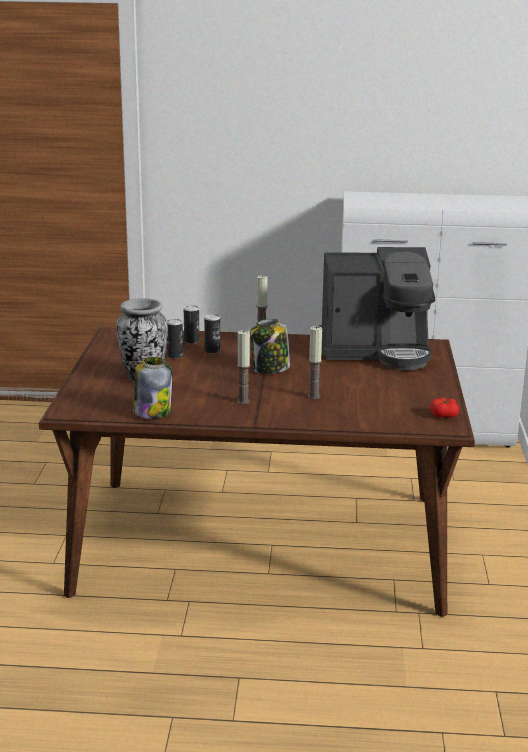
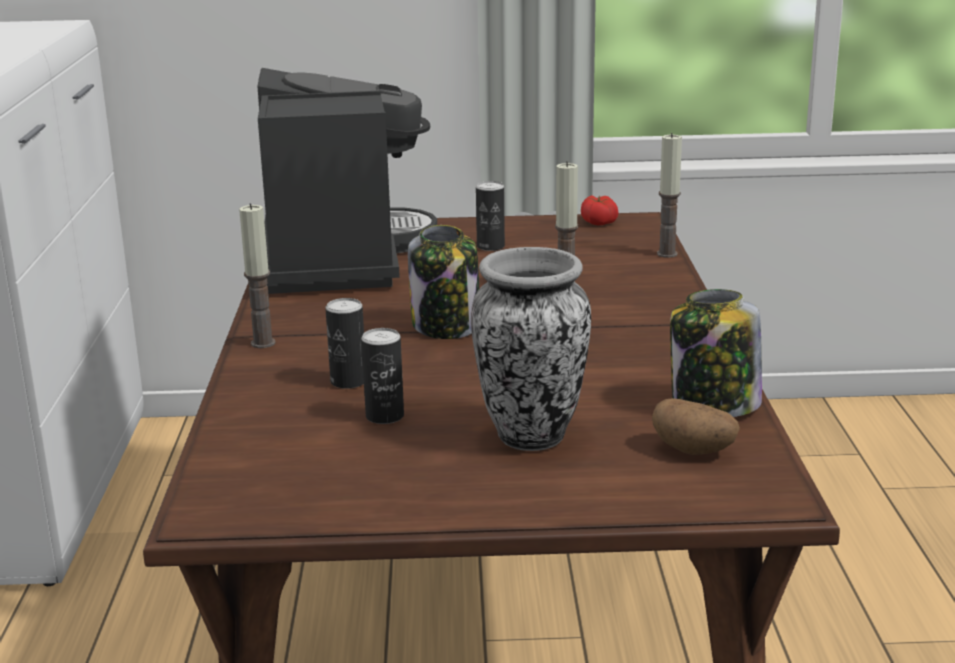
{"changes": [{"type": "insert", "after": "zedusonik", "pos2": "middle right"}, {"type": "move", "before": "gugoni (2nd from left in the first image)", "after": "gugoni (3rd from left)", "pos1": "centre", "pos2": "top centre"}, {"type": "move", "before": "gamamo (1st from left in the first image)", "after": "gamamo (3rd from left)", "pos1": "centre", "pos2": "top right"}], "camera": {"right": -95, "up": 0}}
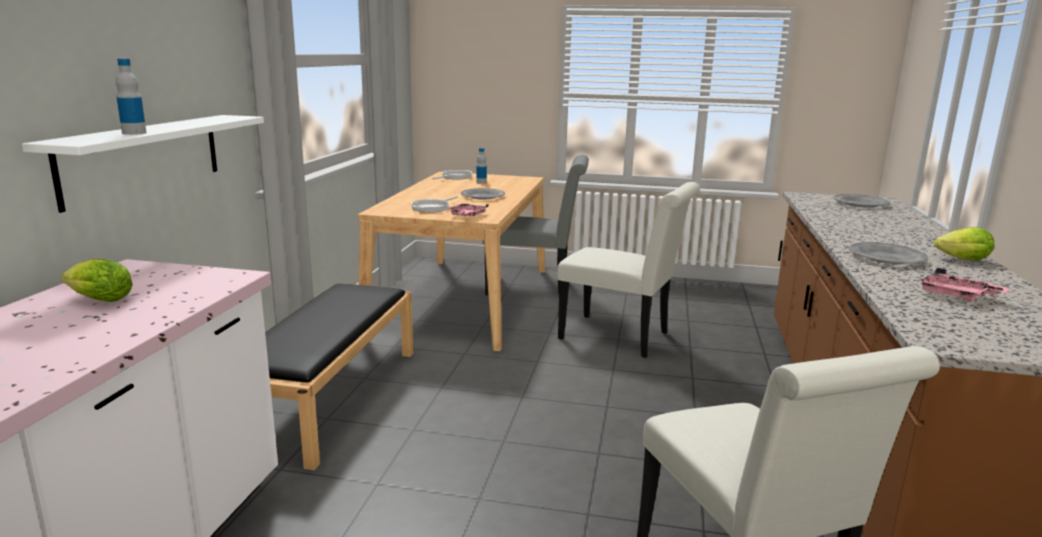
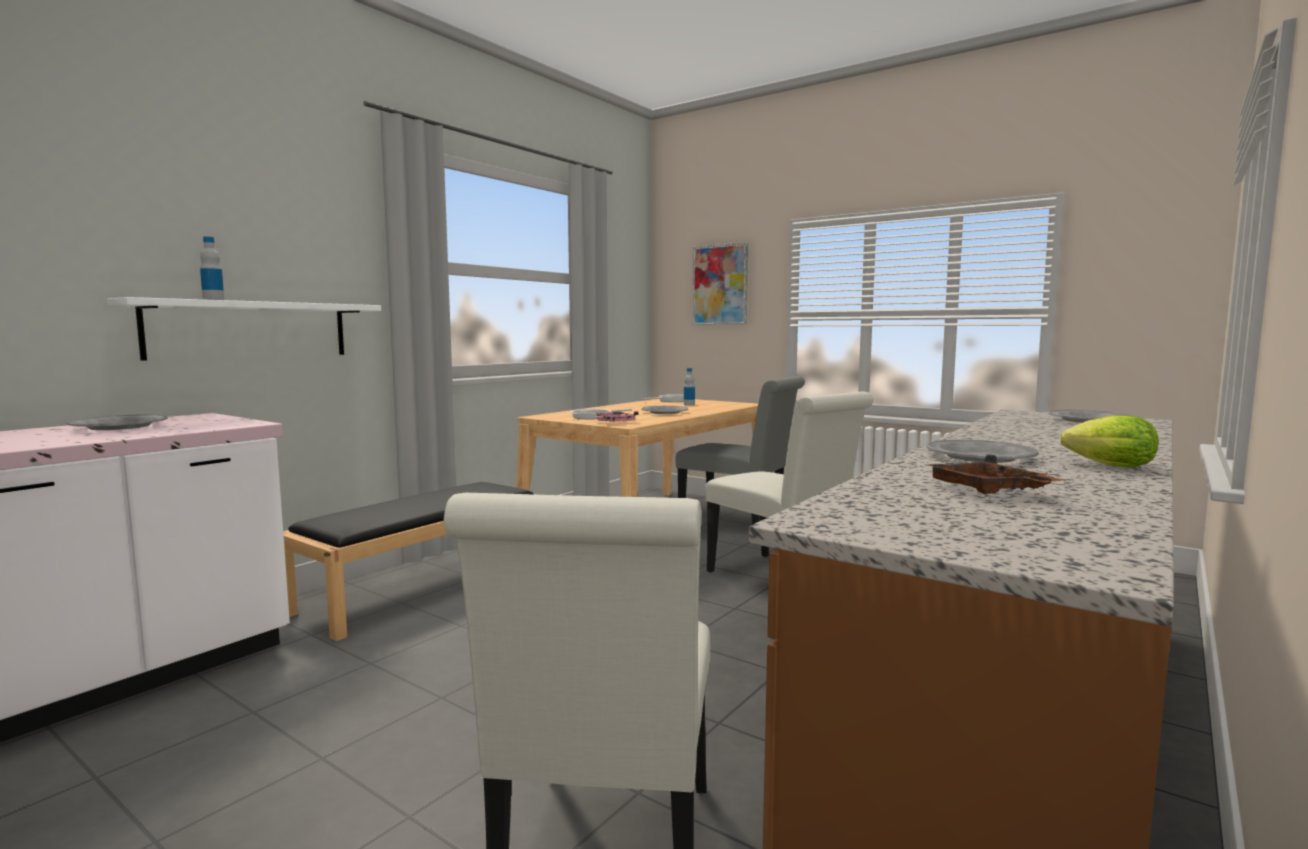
{"changes": [{"type": "insert", "after": "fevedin", "pos2": "centre"}, {"type": "replace", "before": "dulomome (1st from left)", "after": "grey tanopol (1st from left)", "pos1": "middle left", "pos2": "middle left"}, {"type": "recolor", "before": "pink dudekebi (2nd from left)", "after": "brown dudekebi", "pos1": "middle right", "pos2": "middle right"}], "camera": {"right": 25, "up": -10}}
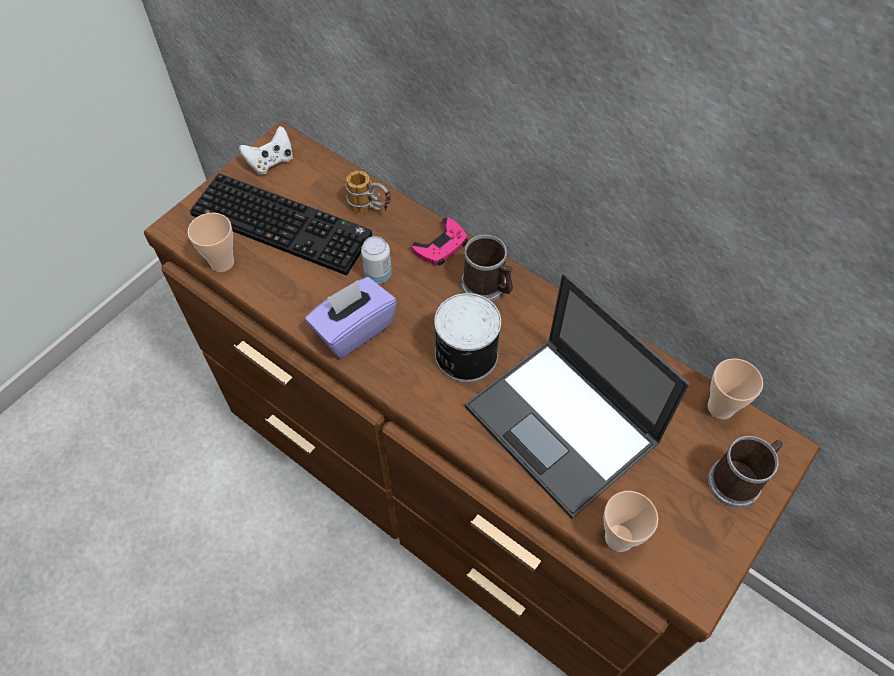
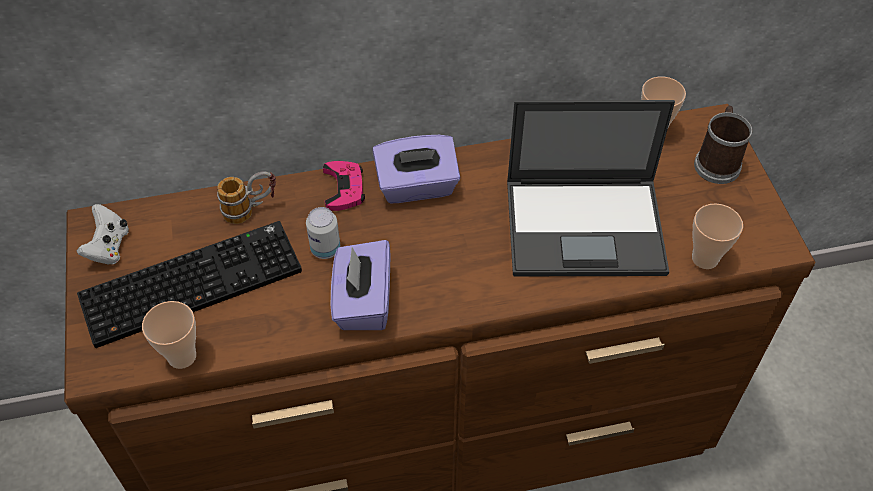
{"changes": [{"type": "delete", "before": "gugoni (2nd from left)", "pos1": "centre"}, {"type": "replace", "before": "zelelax (2nd from left)", "after": "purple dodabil (2nd from left)", "pos1": "centre", "pos2": "centre"}], "camera": {"right": -50, "up": -5}}
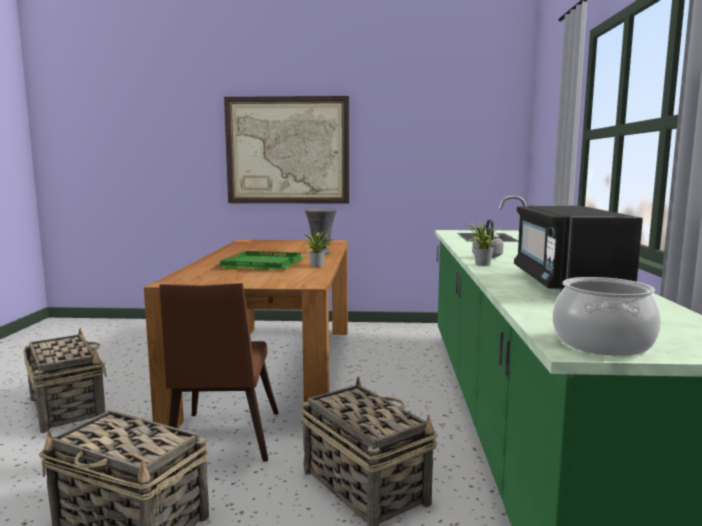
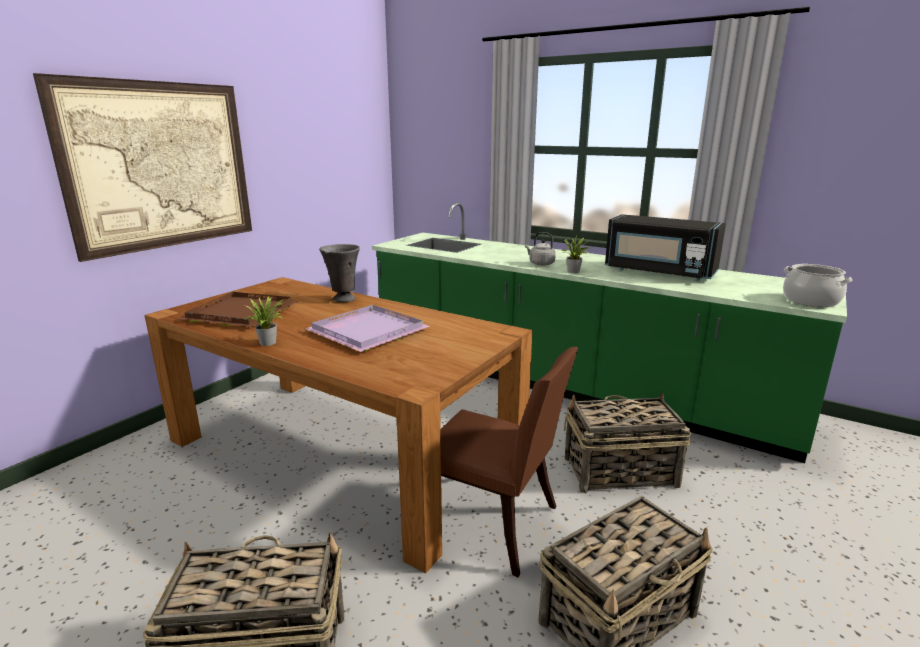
{"changes": [{"type": "insert", "after": "brown dudekebi", "pos2": "middle left"}, {"type": "move", "before": "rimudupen (1st from left)", "pos1": "centre", "pos2": "middle left"}, {"type": "recolor", "before": "green dudekebi", "after": "purple dudekebi", "pos1": "centre", "pos2": "centre"}], "camera": {"right": -60, "up": 10}}
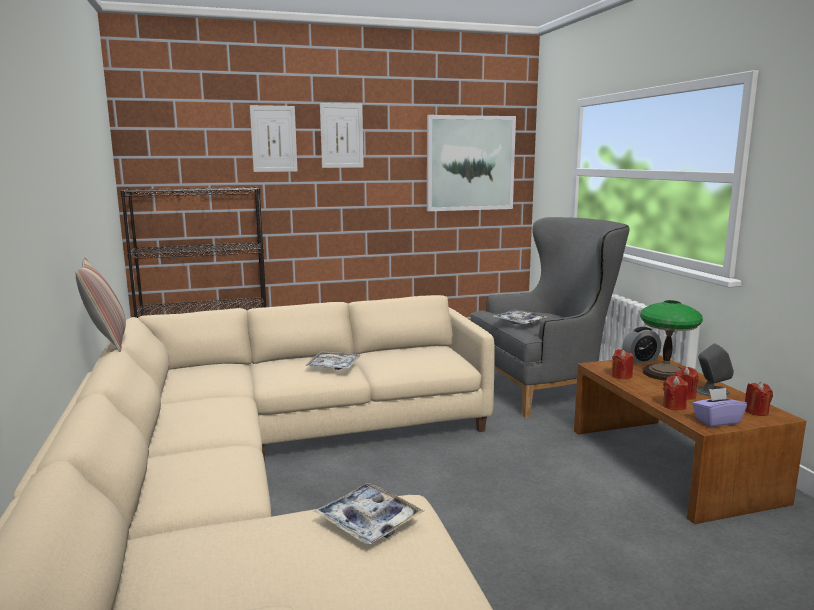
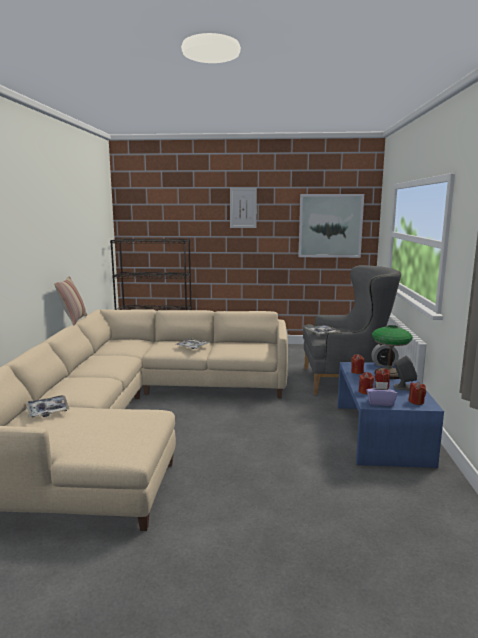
{"changes": [{"type": "delete", "before": "fevedin (1st from left)", "pos1": "top centre"}, {"type": "move", "before": "dudekebi (2nd from left in the first image)", "after": "dudekebi (1st from left)", "pos1": "bottom centre", "pos2": "middle left"}, {"type": "recolor", "before": "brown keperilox", "after": "blue keperilox", "pos1": "bottom right", "pos2": "middle right"}], "camera": {"right": 20, "up": 0}}
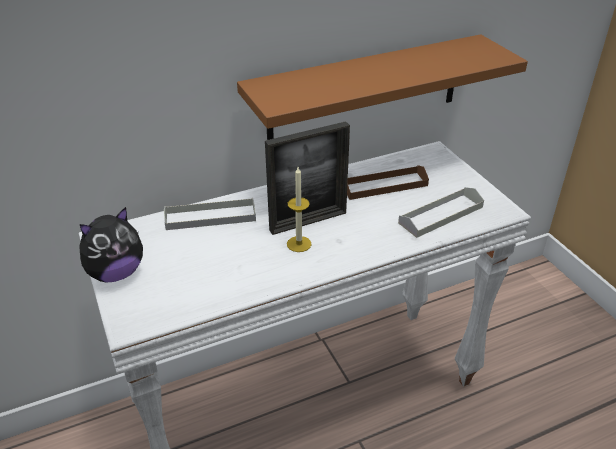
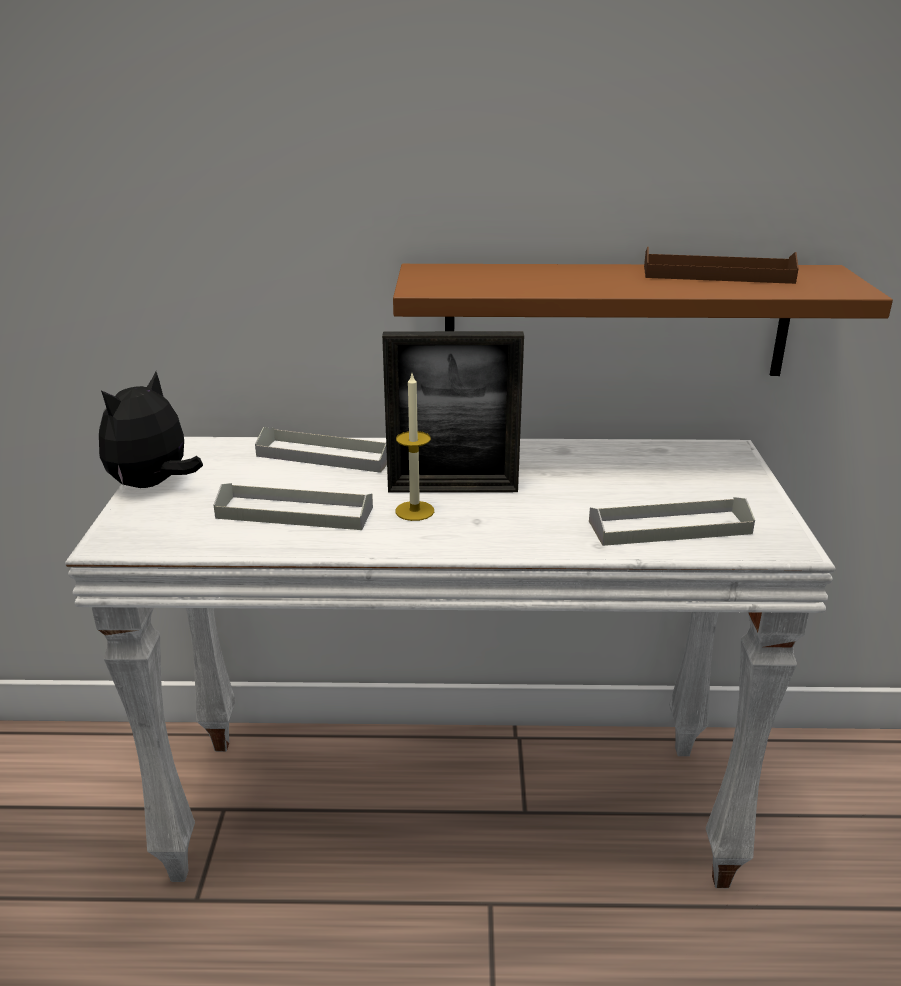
{"changes": [{"type": "insert", "after": "grey dudekebi (1st from left)", "pos2": "middle left"}, {"type": "move", "before": "brown dudekebi", "pos1": "centre", "pos2": "top right"}, {"type": "rotate", "before": "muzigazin", "pos1": "middle left", "pos2": "middle left", "turn": 135}], "camera": {"right": 25, "up": -10}}
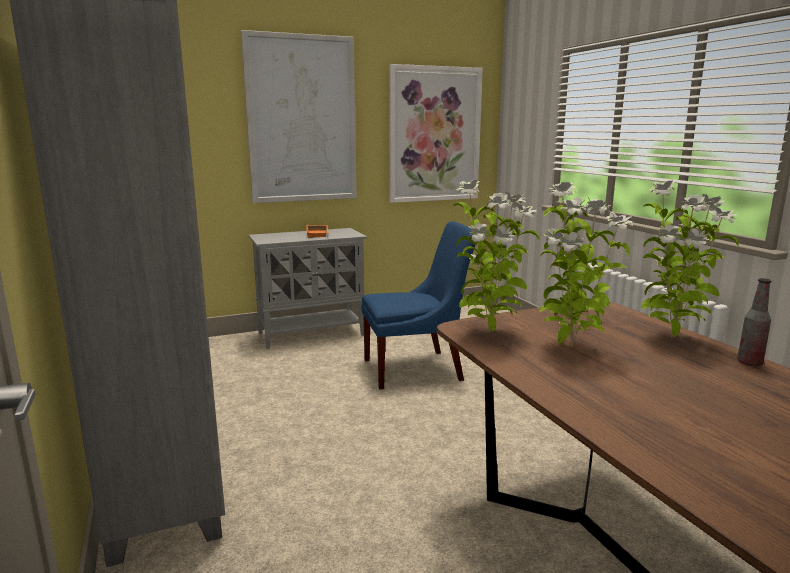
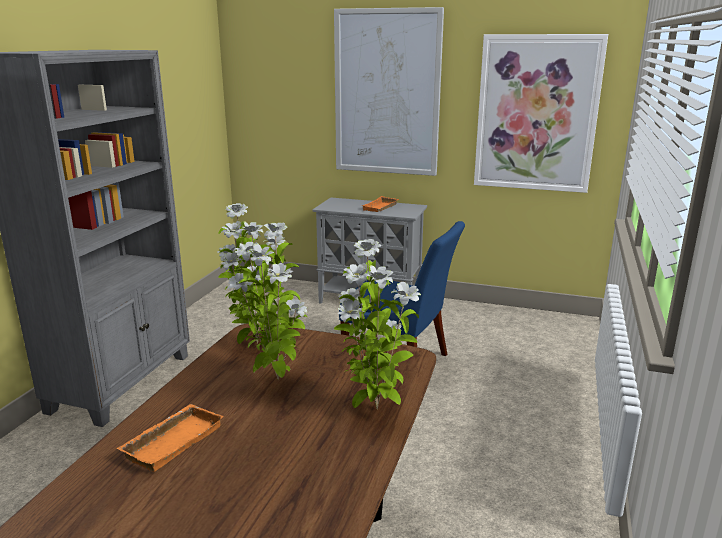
{"changes": [{"type": "delete", "before": "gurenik", "pos1": "middle right"}, {"type": "insert", "after": "orange dudekebi (1st from left)", "pos2": "bottom left"}], "camera": {"right": 40, "up": 5}}
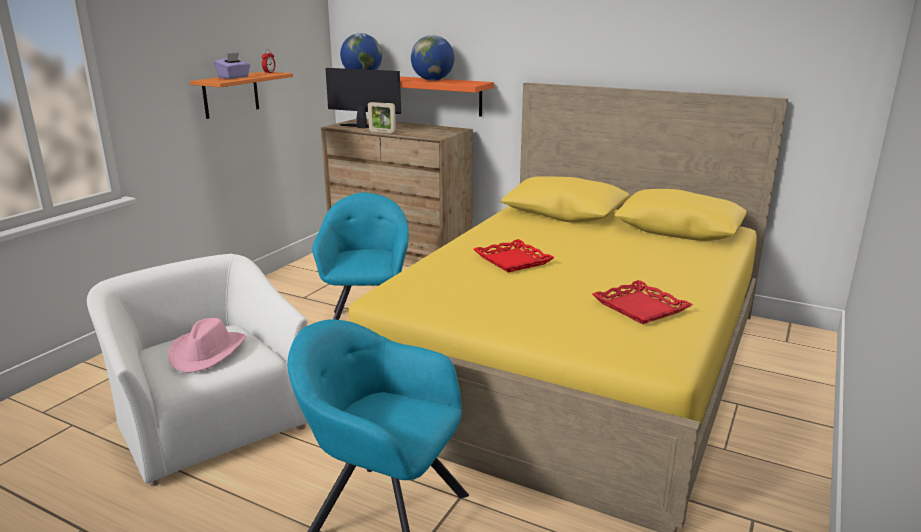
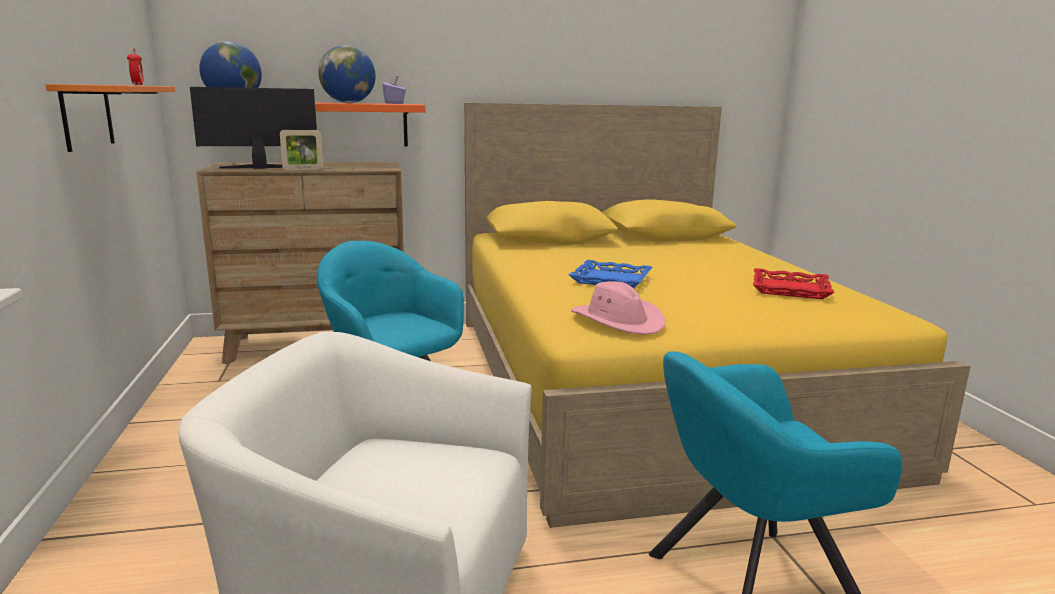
{"changes": [{"type": "move", "before": "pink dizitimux", "pos1": "middle left", "pos2": "centre"}, {"type": "move", "before": "purple dodabil", "pos1": "top left", "pos2": "top centre"}, {"type": "recolor", "before": "red dudekebi (1st from left)", "after": "blue dudekebi", "pos1": "centre", "pos2": "centre"}], "camera": {"right": -40, "up": -5}}
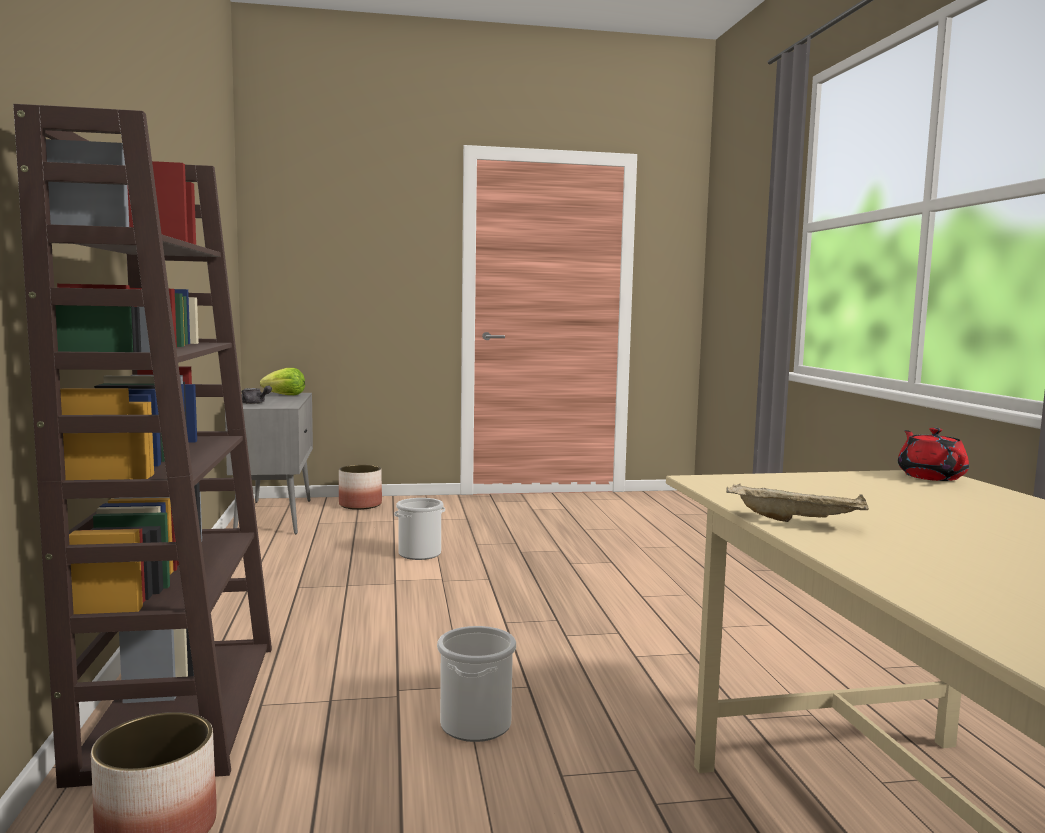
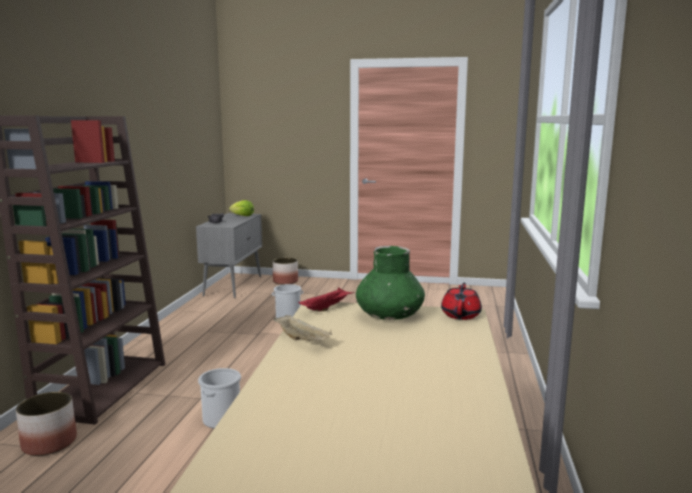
{"changes": [{"type": "insert", "after": "red dudekebi", "pos2": "centre"}, {"type": "insert", "after": "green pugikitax", "pos2": "centre"}], "camera": {"right": 20, "up": 5}}
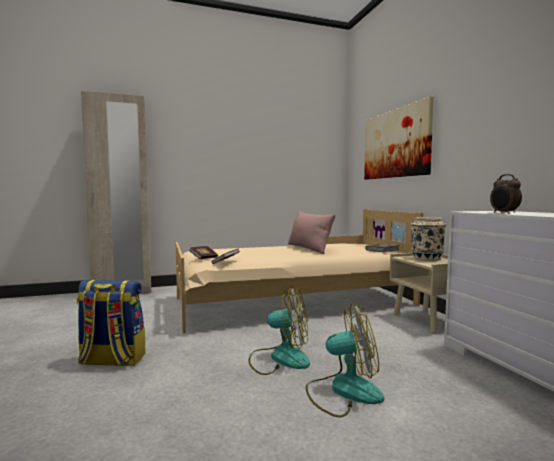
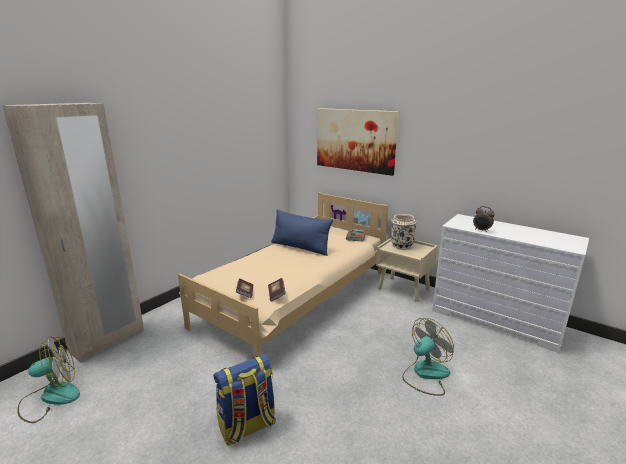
{"changes": [{"type": "move", "before": "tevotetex (1st from left)", "pos1": "bottom centre", "pos2": "bottom left"}, {"type": "recolor", "before": "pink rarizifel", "after": "blue rarizifel", "pos1": "centre", "pos2": "centre"}], "camera": {"right": -35, "up": 15}}
